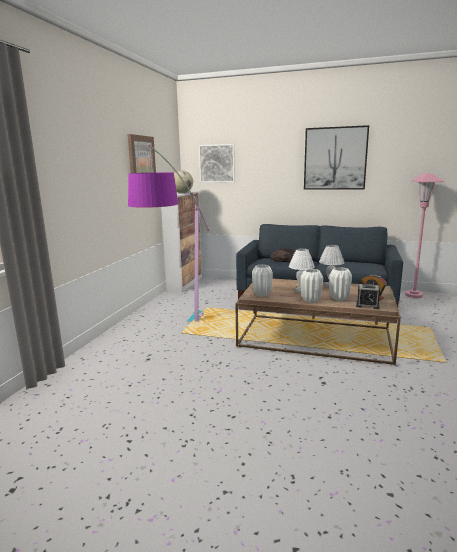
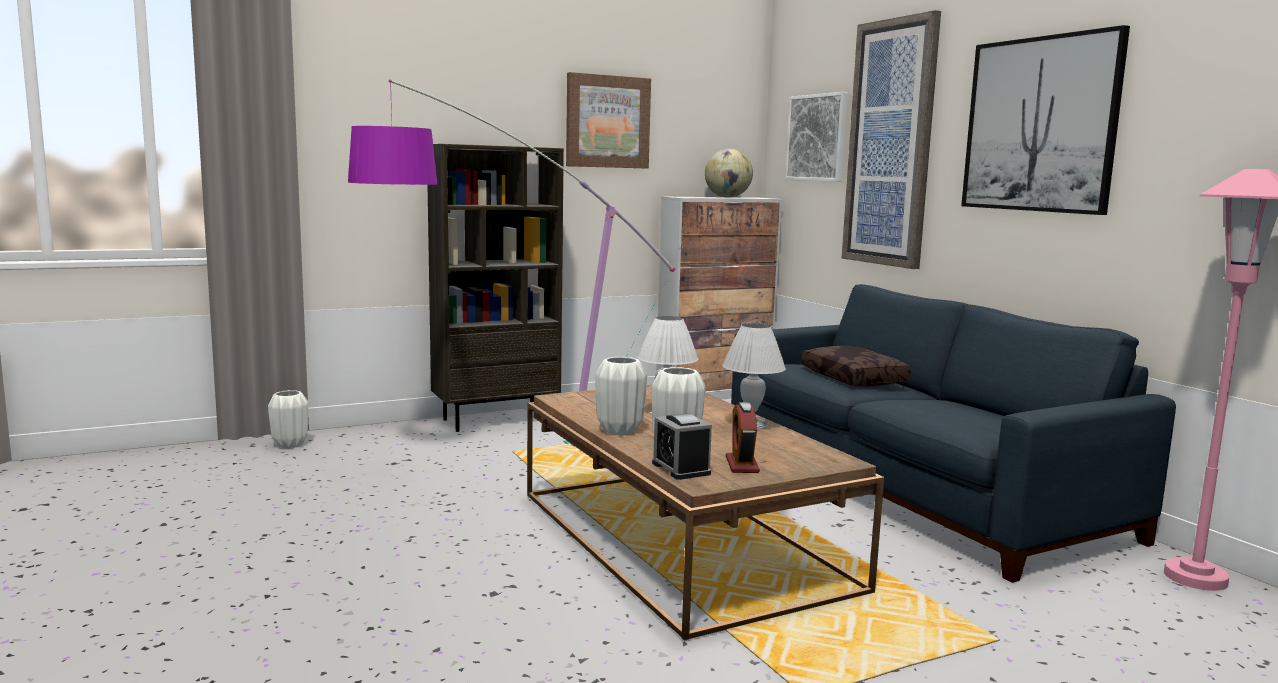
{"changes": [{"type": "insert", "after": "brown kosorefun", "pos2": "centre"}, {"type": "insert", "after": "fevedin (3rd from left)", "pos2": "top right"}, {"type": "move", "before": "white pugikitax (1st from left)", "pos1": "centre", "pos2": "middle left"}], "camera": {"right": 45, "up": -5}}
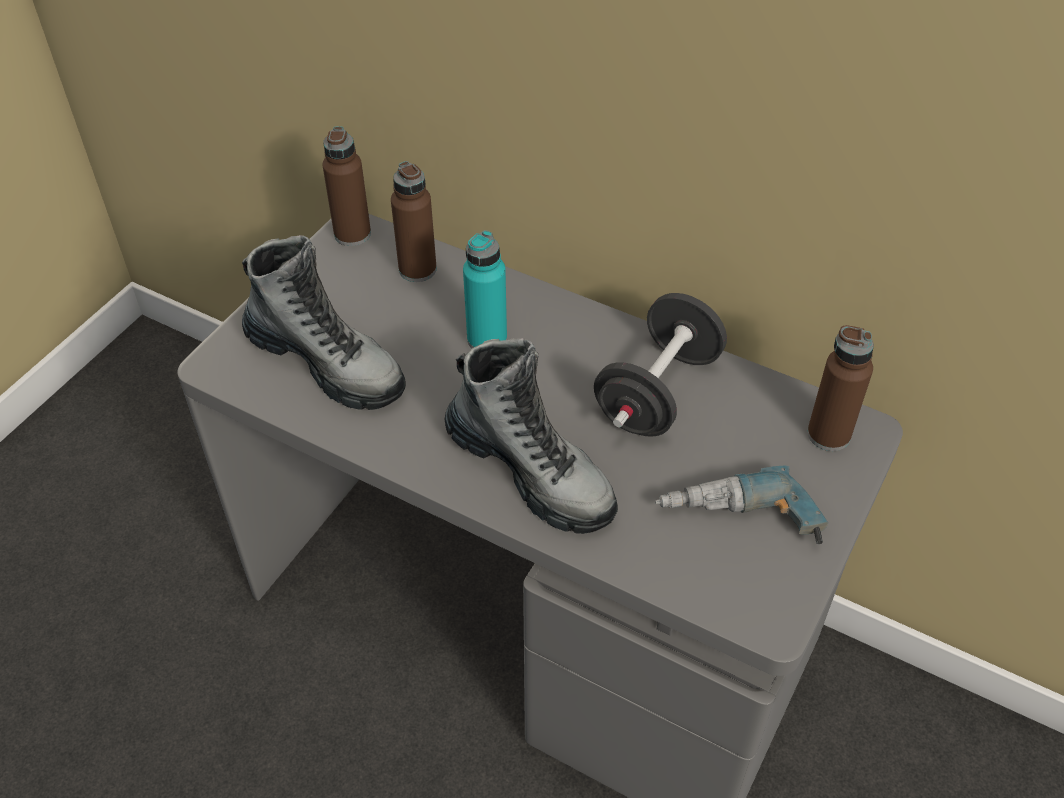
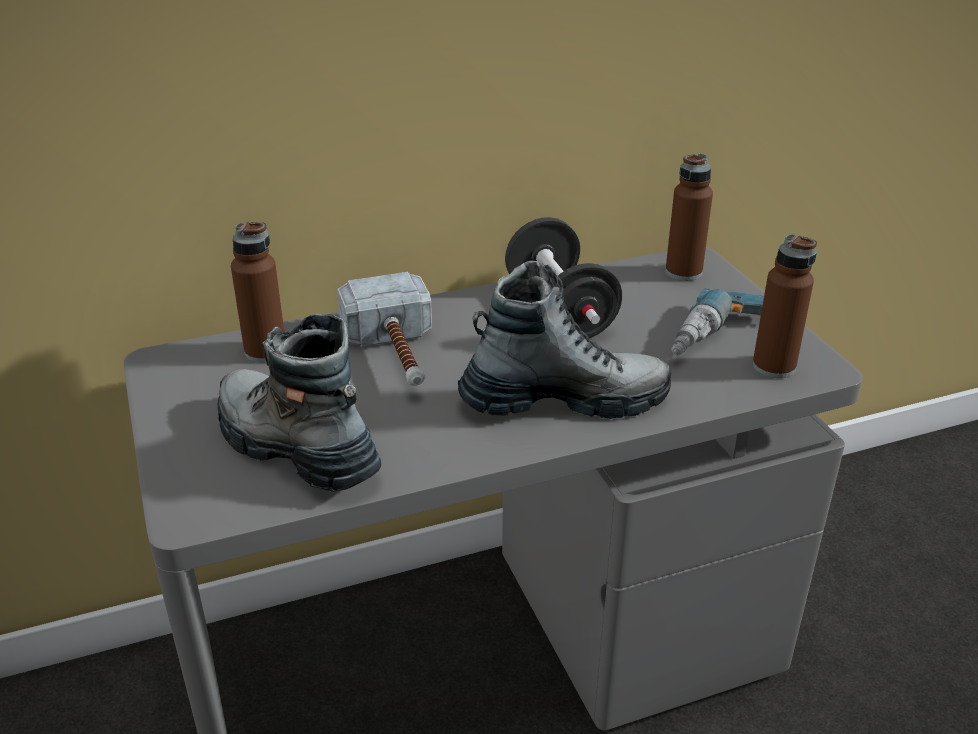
{"changes": [{"type": "move", "before": "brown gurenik (1st from left in the first image)", "after": "brown gurenik (3rd from left)", "pos1": "top left", "pos2": "middle right"}, {"type": "replace", "before": "turquoise gurenik", "after": "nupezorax", "pos1": "centre", "pos2": "centre"}, {"type": "rotate", "before": "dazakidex (1st from left)", "pos1": "middle left", "pos2": "middle left", "turn": -120}], "camera": {"right": -50, "up": -15}}
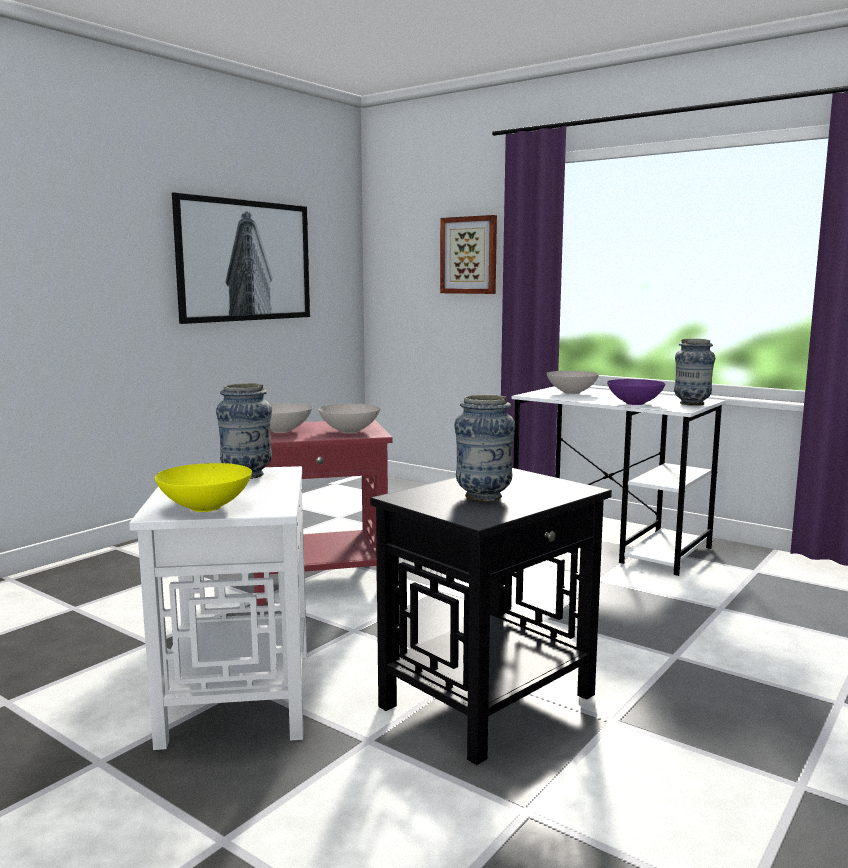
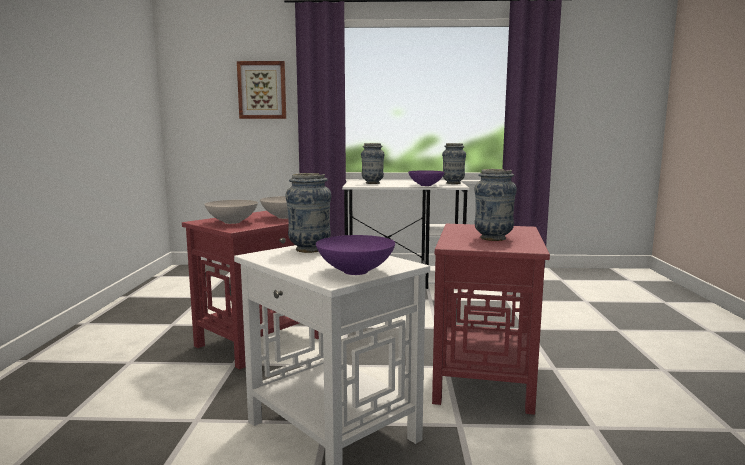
{"changes": [{"type": "delete", "before": "fevedin (1st from left)", "pos1": "top left"}, {"type": "replace", "before": "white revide (3rd from left)", "after": "pugikitax (2nd from left)", "pos1": "middle right", "pos2": "centre"}, {"type": "recolor", "before": "yellow revide", "after": "purple revide (1st from left)", "pos1": "middle left", "pos2": "centre"}, {"type": "recolor", "before": "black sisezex", "after": "red sisezex (2nd from left)", "pos1": "bottom centre", "pos2": "bottom centre"}], "camera": {"right": -35, "up": 0}}
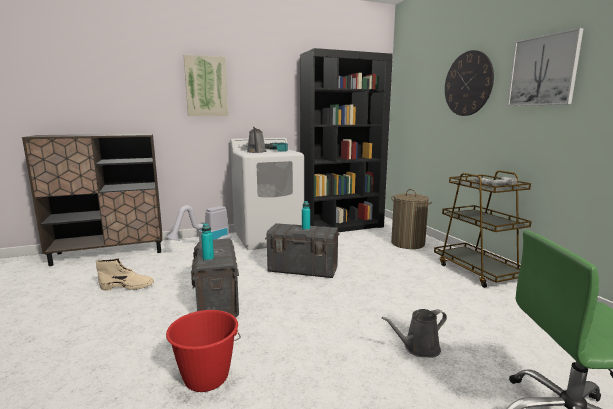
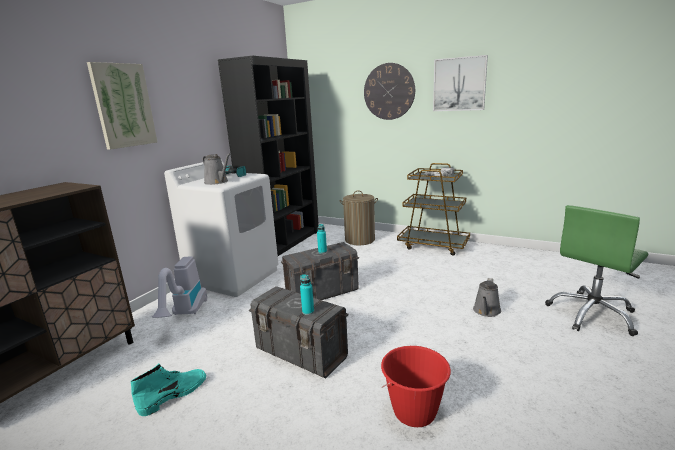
{"changes": [{"type": "recolor", "before": "beige dazakidex", "after": "turquoise dazakidex", "pos1": "bottom left", "pos2": "bottom left"}], "camera": {"right": -40, "up": 5}}
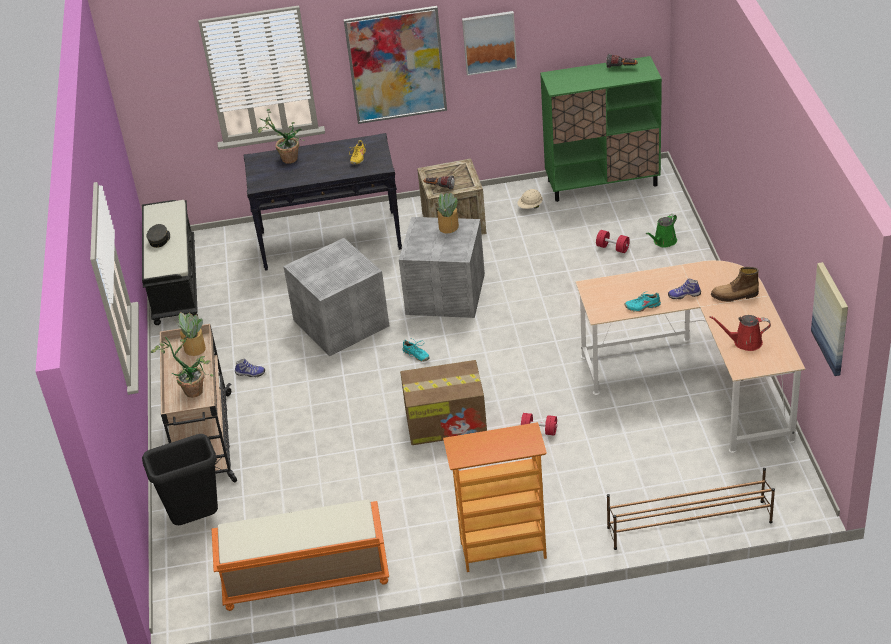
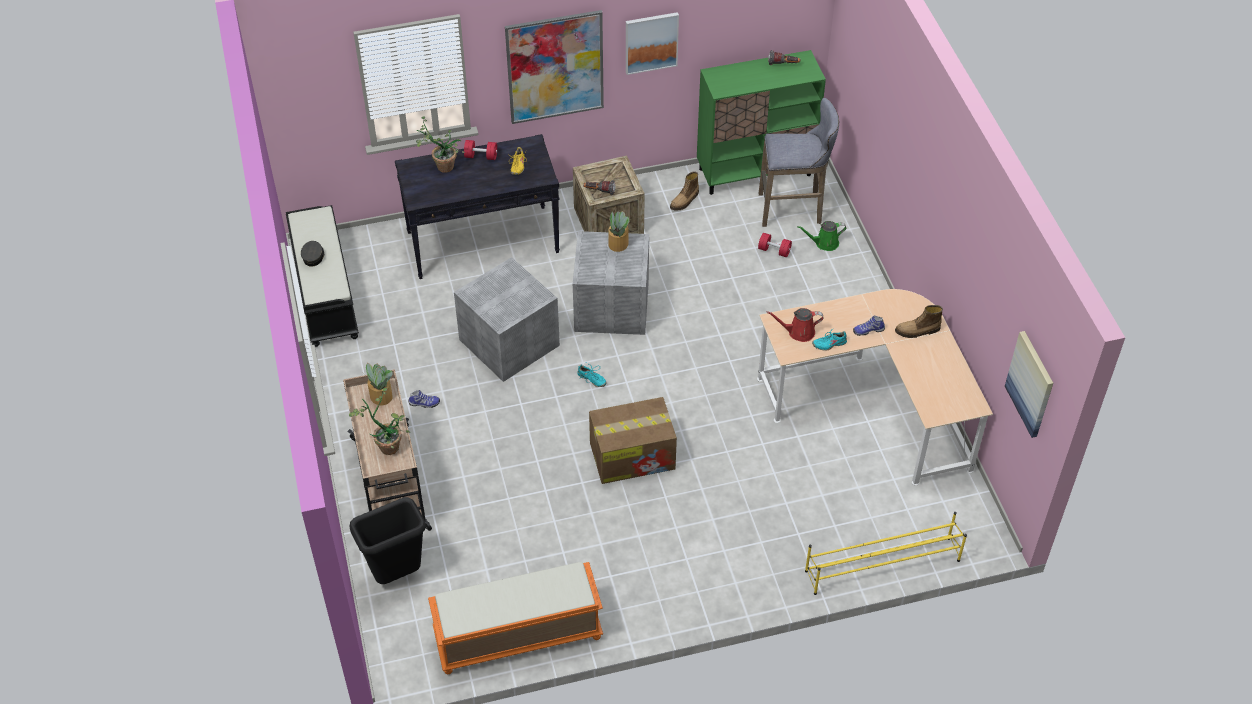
{"changes": [{"type": "delete", "before": "kosorefun", "pos1": "bottom centre"}, {"type": "insert", "after": "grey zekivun", "pos2": "top centre"}, {"type": "move", "before": "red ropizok (1st from left)", "pos1": "centre", "pos2": "top centre"}, {"type": "move", "before": "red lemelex", "pos1": "middle right", "pos2": "centre"}, {"type": "replace", "before": "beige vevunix", "after": "dazakidex (1st from left)", "pos1": "top centre", "pos2": "top centre"}, {"type": "recolor", "before": "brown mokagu", "after": "yellow mokagu", "pos1": "bottom right", "pos2": "bottom right"}, {"type": "rotate", "before": "green lemelex", "pos1": "middle right", "pos2": "centre", "turn": 45}], "camera": {"right": -10, "up": 10}}
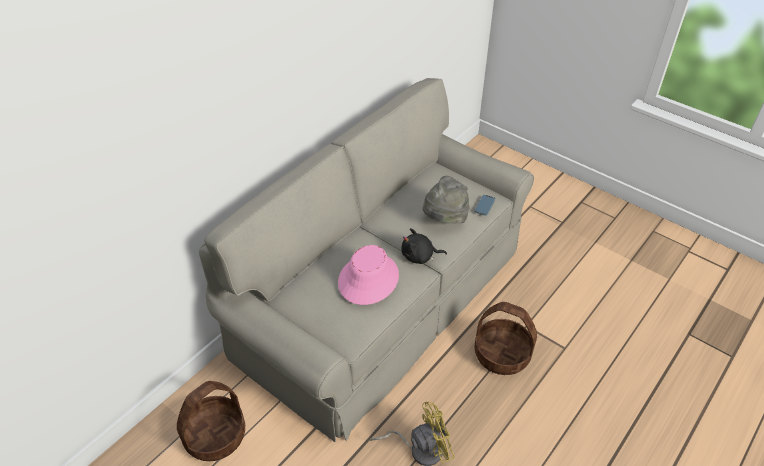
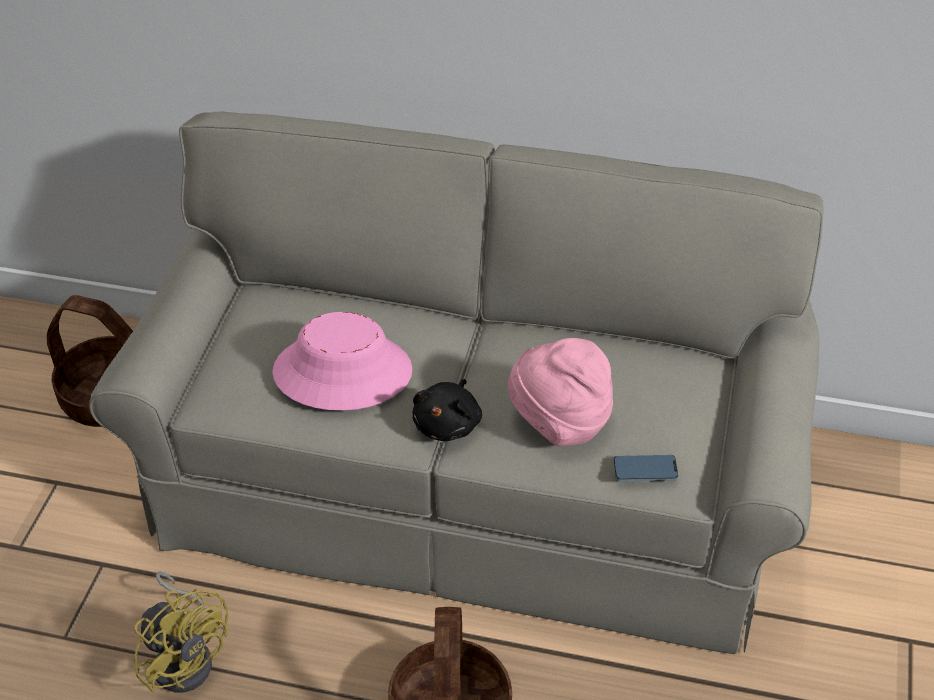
{"changes": [{"type": "recolor", "before": "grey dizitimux", "after": "pink dizitimux (2nd from left)", "pos1": "centre", "pos2": "centre"}, {"type": "rotate", "before": "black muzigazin", "pos1": "centre", "pos2": "centre", "turn": -135}], "camera": {"right": 65, "up": 0}}
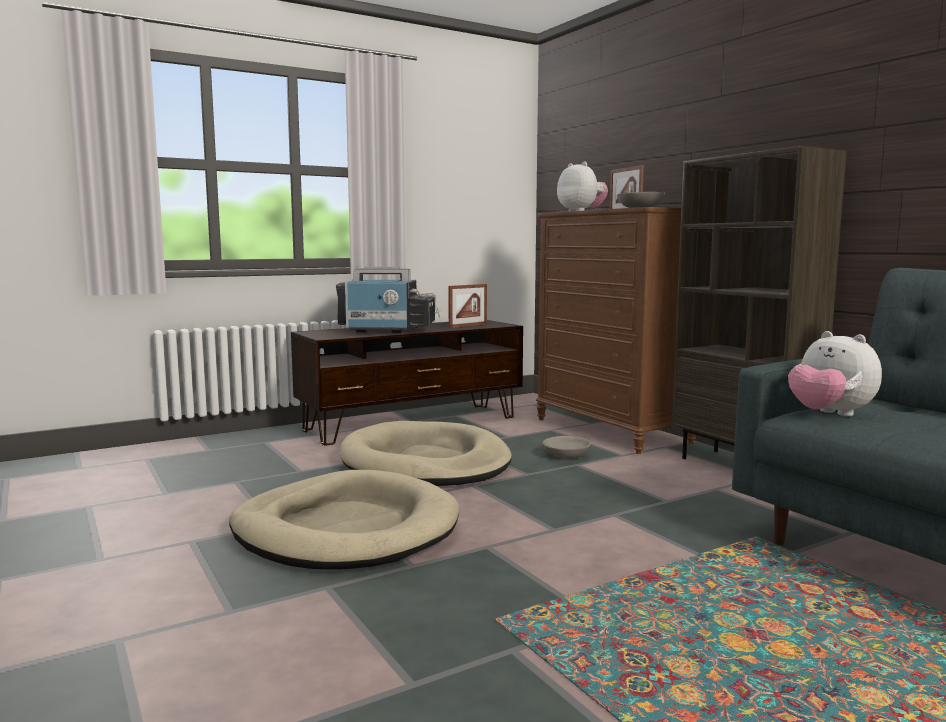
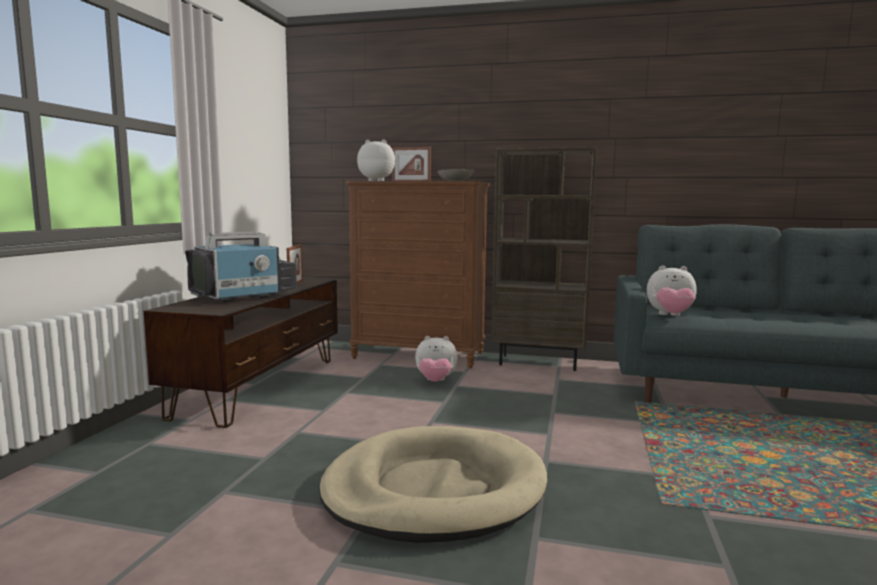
{"changes": [{"type": "delete", "before": "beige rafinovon (2nd from left)", "pos1": "centre"}, {"type": "replace", "before": "grey revide (1st from left)", "after": "muzigazin (2nd from left)", "pos1": "centre", "pos2": "centre"}], "camera": {"right": -45, "up": 0}}
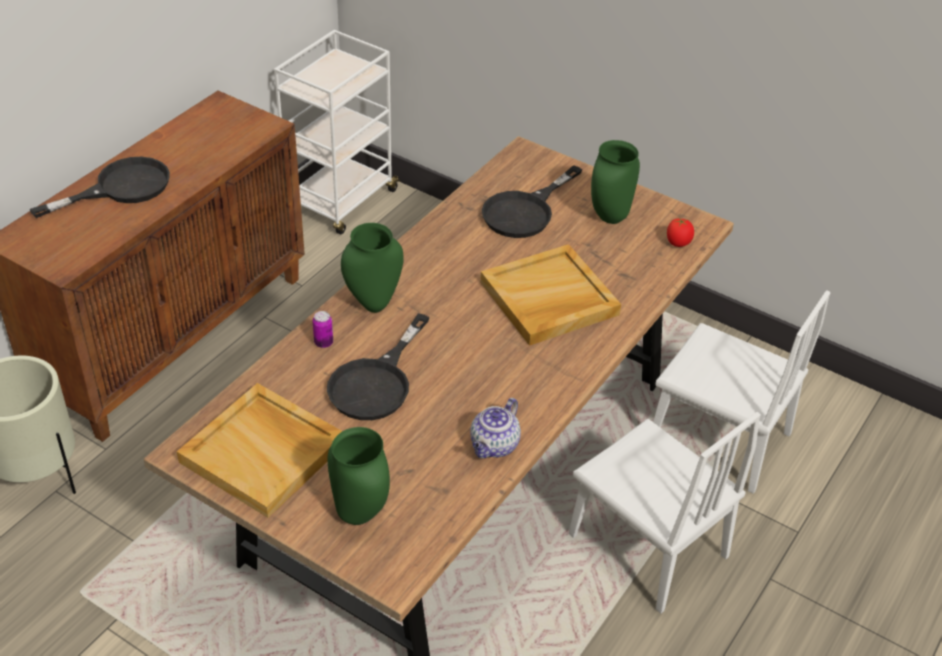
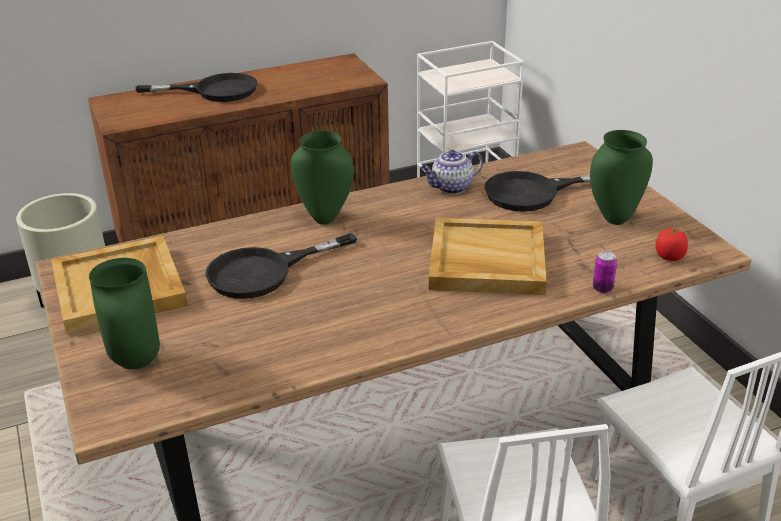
{"changes": [{"type": "move", "before": "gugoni", "pos1": "centre", "pos2": "middle right"}, {"type": "move", "before": "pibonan", "pos1": "centre", "pos2": "top centre"}], "camera": {"right": 35, "up": -10}}
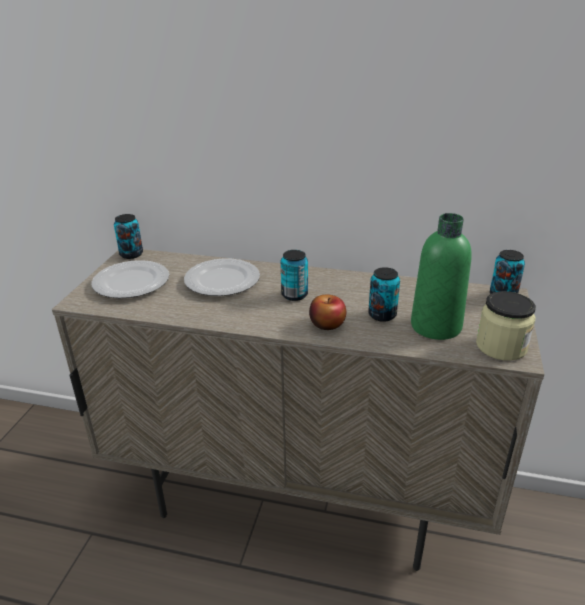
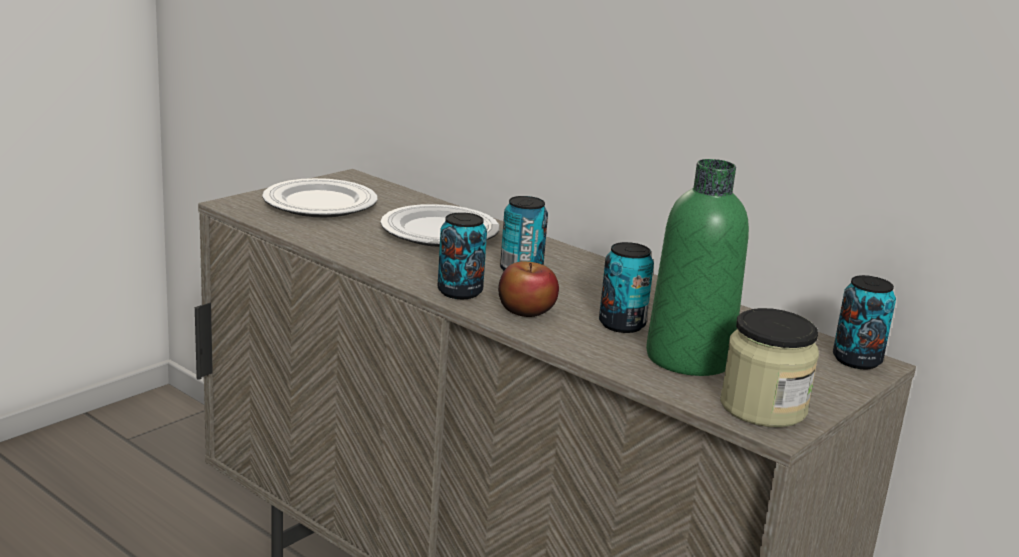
{"changes": [{"type": "move", "before": "gugoni (1st from left)", "pos1": "middle left", "pos2": "centre"}], "camera": {"right": 25, "up": -10}}
